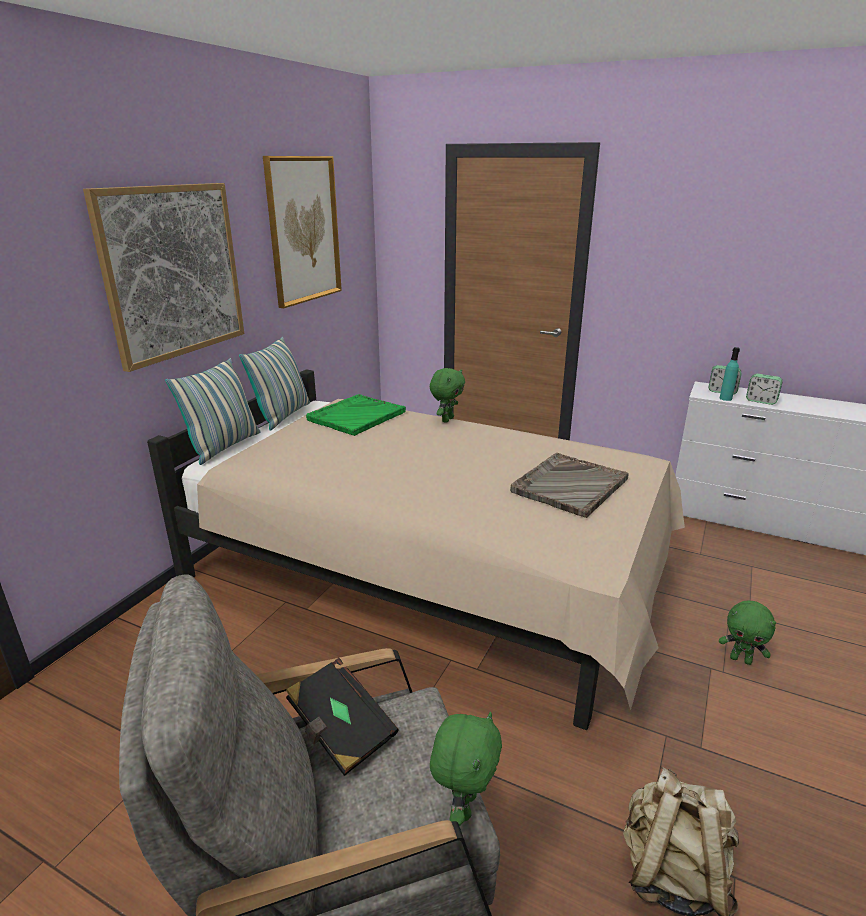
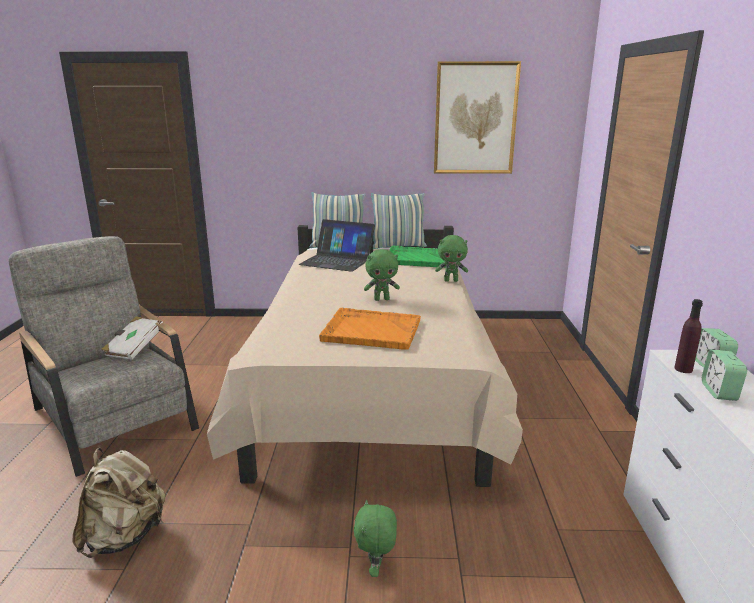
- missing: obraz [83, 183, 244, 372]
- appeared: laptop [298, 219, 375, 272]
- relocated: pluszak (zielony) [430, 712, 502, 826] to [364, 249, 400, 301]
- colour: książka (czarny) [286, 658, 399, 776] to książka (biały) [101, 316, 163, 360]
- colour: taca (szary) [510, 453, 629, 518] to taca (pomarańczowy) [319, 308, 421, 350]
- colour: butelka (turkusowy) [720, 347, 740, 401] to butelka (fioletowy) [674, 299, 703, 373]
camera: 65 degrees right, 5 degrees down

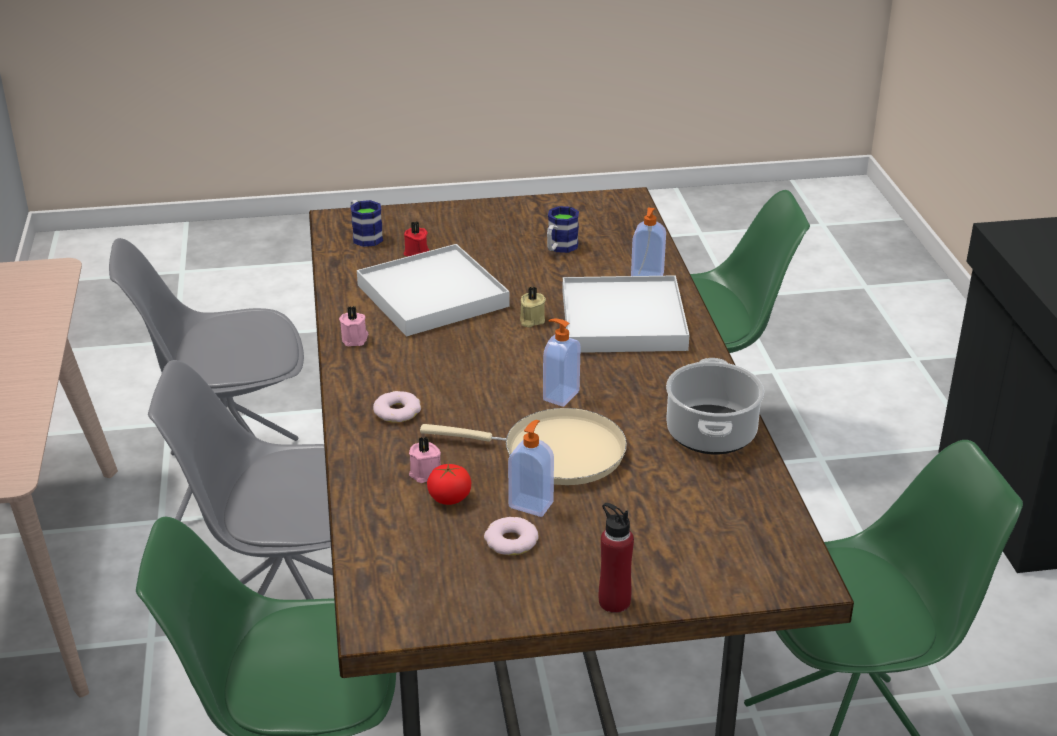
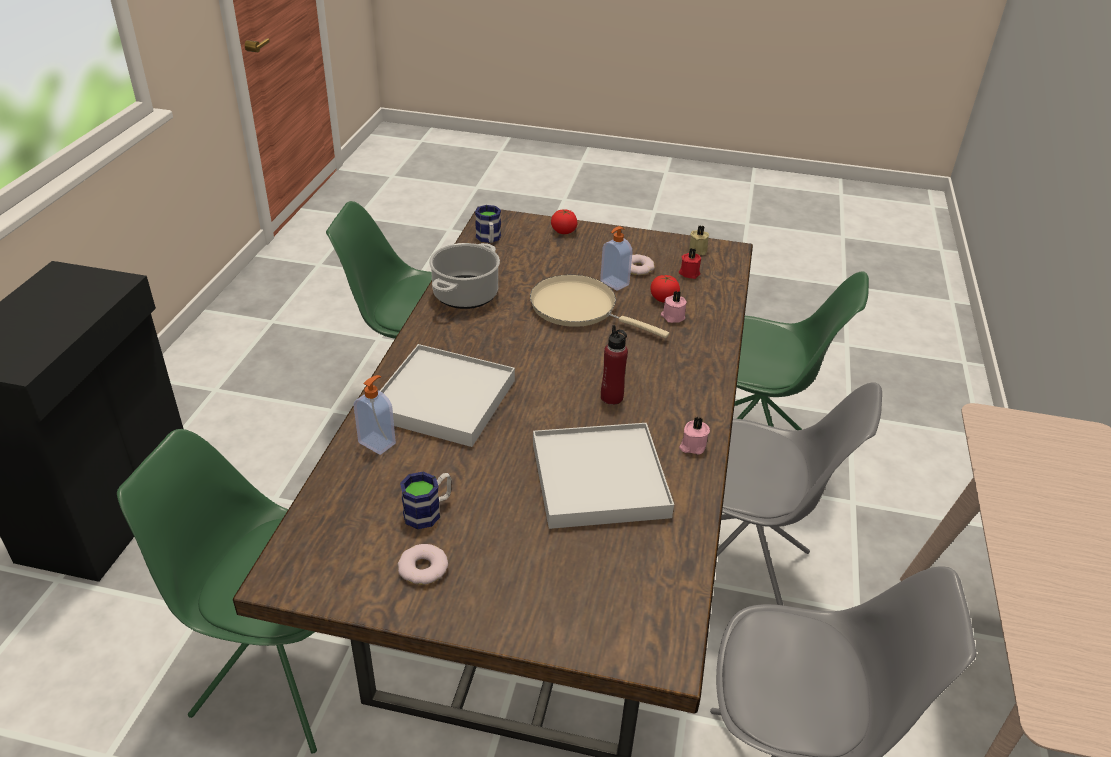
- missing: dozownik mydła [543, 318, 581, 407]
- appeared: pomidor [551, 209, 577, 234]
- relocated: kubek [350, 200, 383, 247] to [475, 205, 501, 243]
- relocated: donut [373, 391, 421, 422] to [398, 544, 448, 585]
- relocated: świeca (czerwony) [404, 221, 429, 256] to [679, 248, 701, 279]
- relocated: świeca (beżowy) [520, 287, 546, 327] to [689, 226, 709, 255]
- relocated: butelka (czerwony) [599, 503, 634, 613] to [601, 325, 628, 405]
camera: 160 degrees left, 5 degrees up

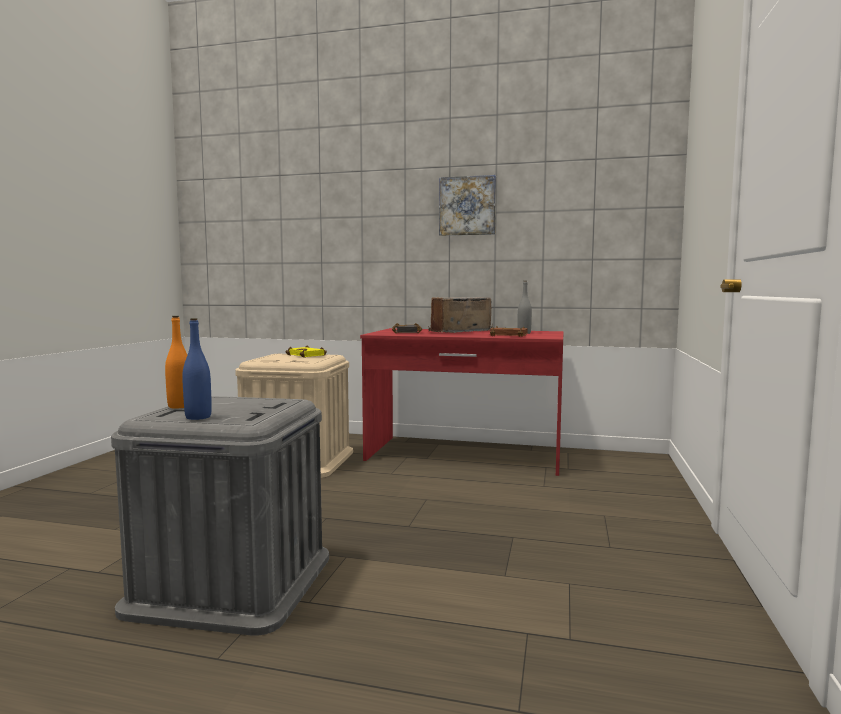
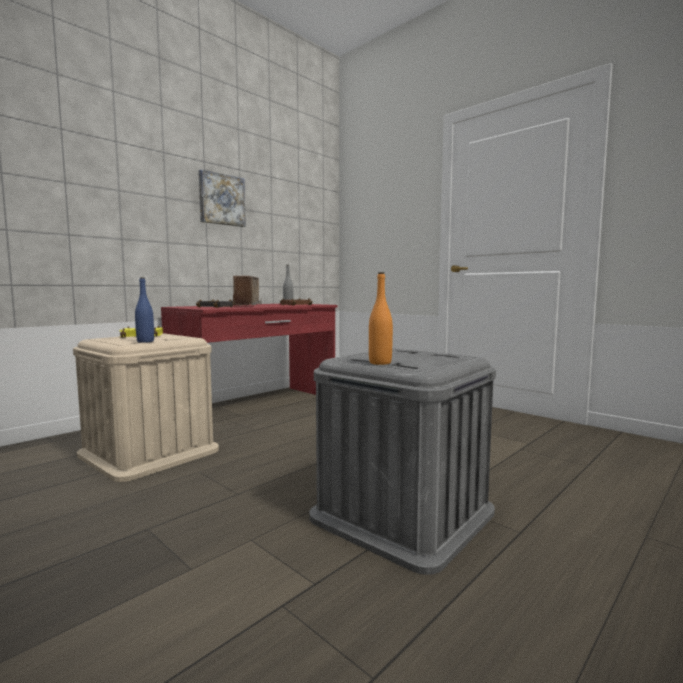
- relocated: butelka (niebieski) [182, 318, 212, 420] to [135, 277, 154, 343]
camera: 60 degrees left, 0 degrees up

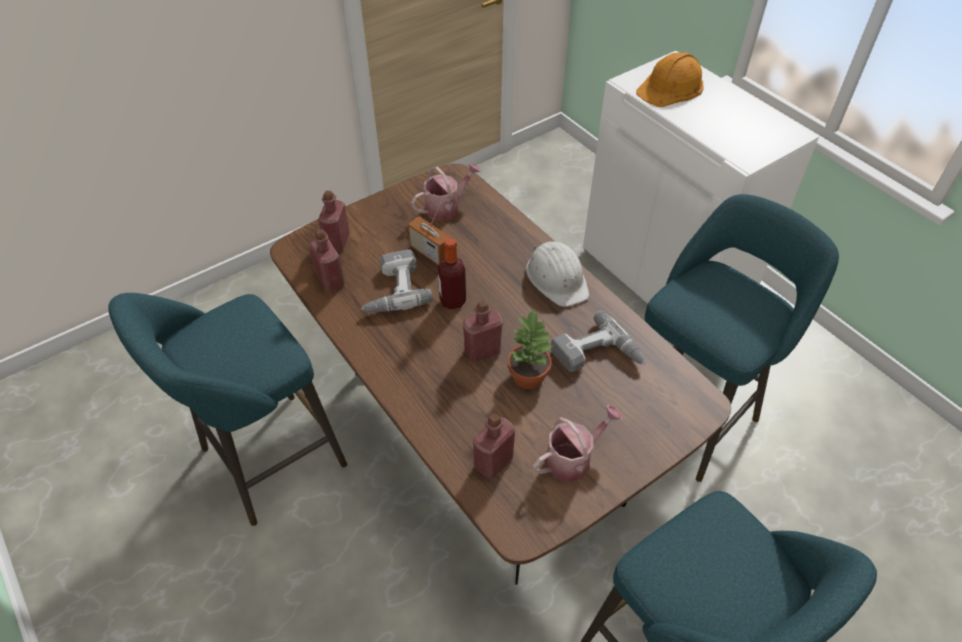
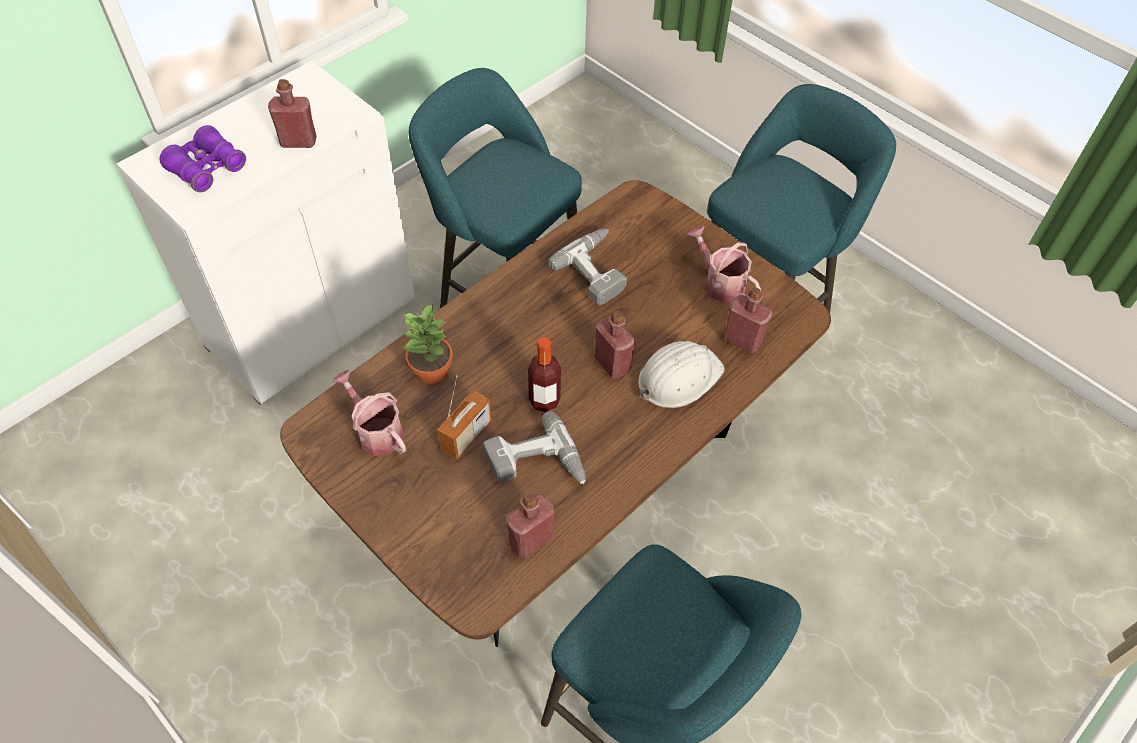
- relocated: butelka (czerwony) [318, 191, 350, 252] to [268, 79, 317, 148]
- relocated: roślina doniczkowa [507, 309, 554, 389] to [402, 304, 453, 384]
- relocated: kask (biały) [526, 242, 589, 307] to [638, 341, 725, 408]
- exchanged: kask (pomarańczowy) [636, 52, 704, 107] to lornetka (fioletowy) [160, 125, 246, 192]
camera: 100 degrees left, 5 degrees up

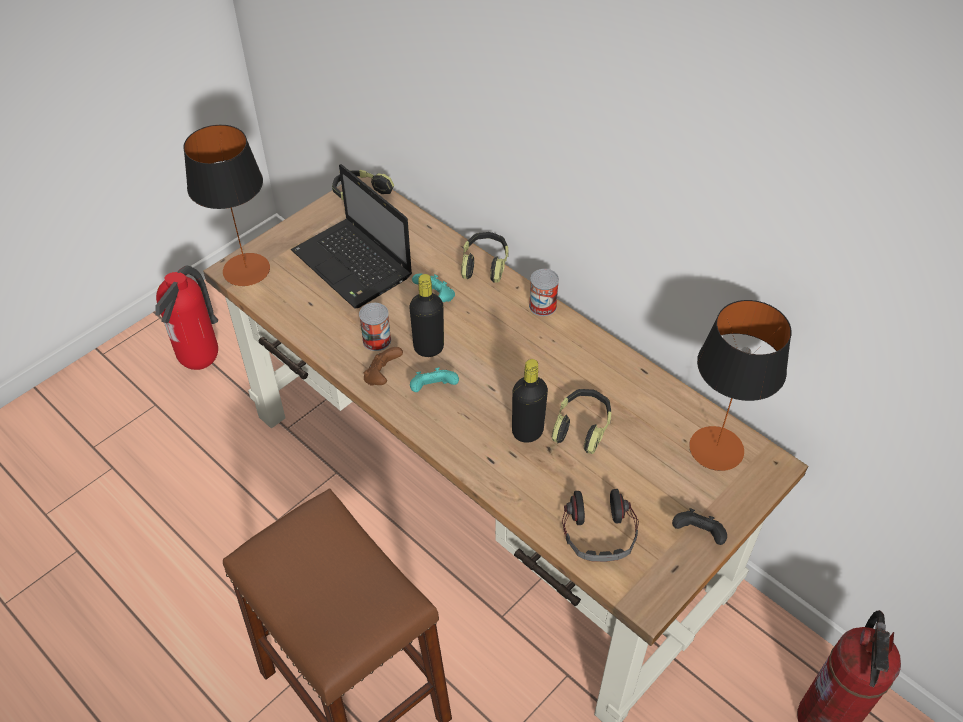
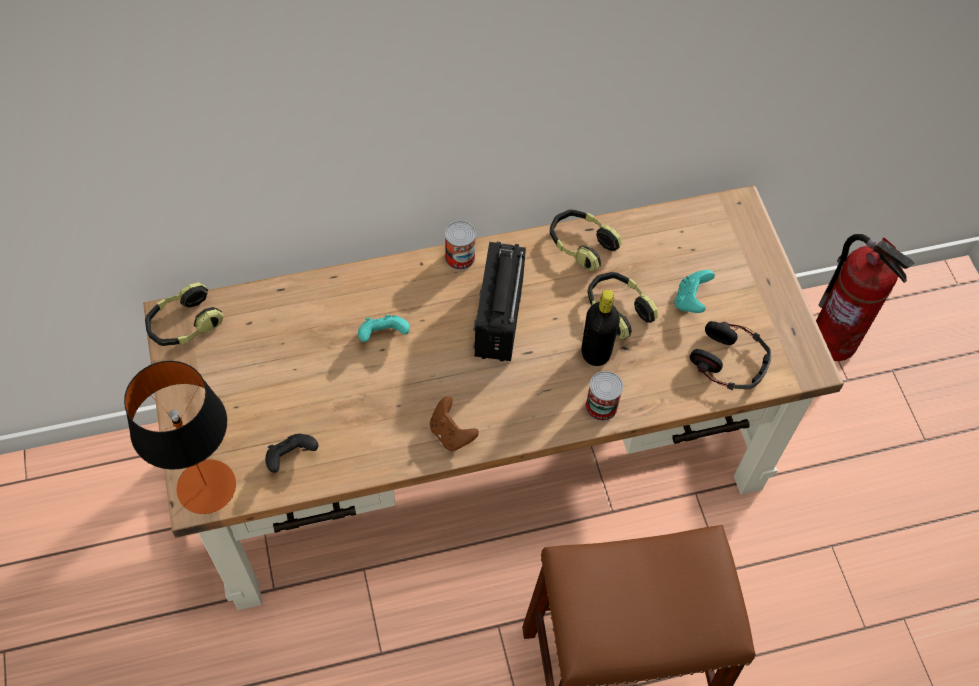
- missing: gaśnica [155, 265, 218, 370]
- missing: laptop [291, 164, 412, 308]
- missing: butelka (czarny) [409, 274, 444, 357]
- missing: lampa stołowa [689, 300, 791, 471]
- appeared: radio [473, 242, 526, 362]
- relocated: puszka [359, 303, 391, 351] to [585, 371, 623, 421]
- relocated: pad do gier (turkusowy) [410, 368, 459, 392] to [675, 270, 715, 313]
- relocated: słuchawki [461, 232, 509, 283] to [550, 209, 622, 271]
- relocated: pad do gier (czarny) [672, 508, 727, 545] to [265, 434, 318, 473]
camera: 60 degrees left, 10 degrees up

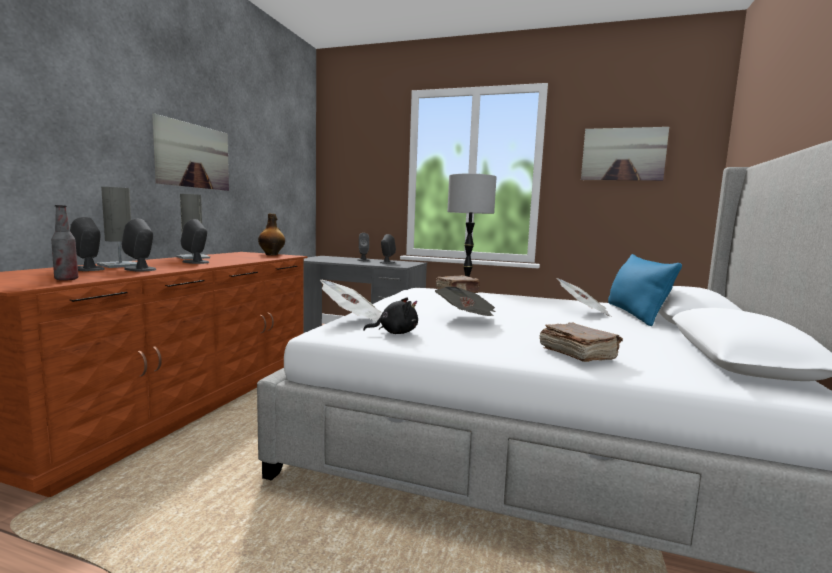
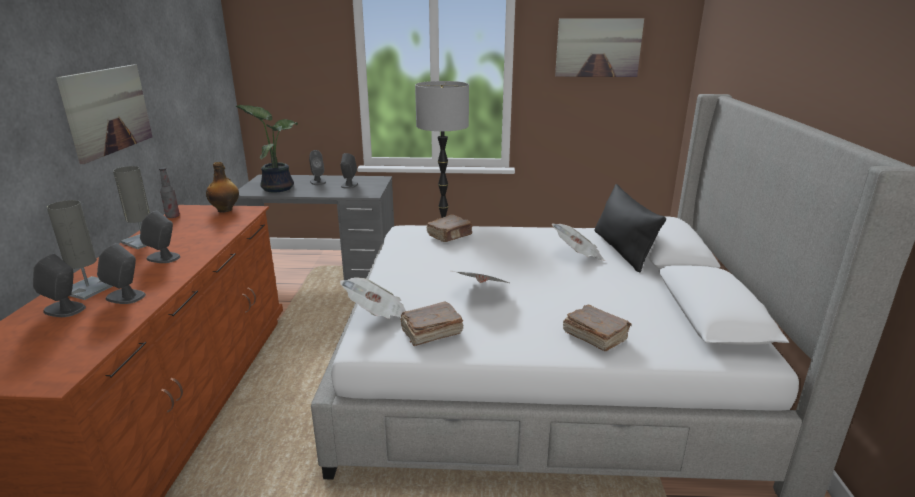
- appeared: roślina doniczkowa [235, 105, 298, 192]
- relocated: butelka [51, 205, 78, 281] to [159, 168, 180, 218]
- exchanged: pluszak (czarny) [363, 297, 418, 334] to książka (brązowy) [400, 302, 463, 346]
- colour: poduszka (niebieski) [608, 254, 682, 326] to poduszka (czarny) [594, 184, 666, 273]
camera: 15 degrees left, 15 degrees up

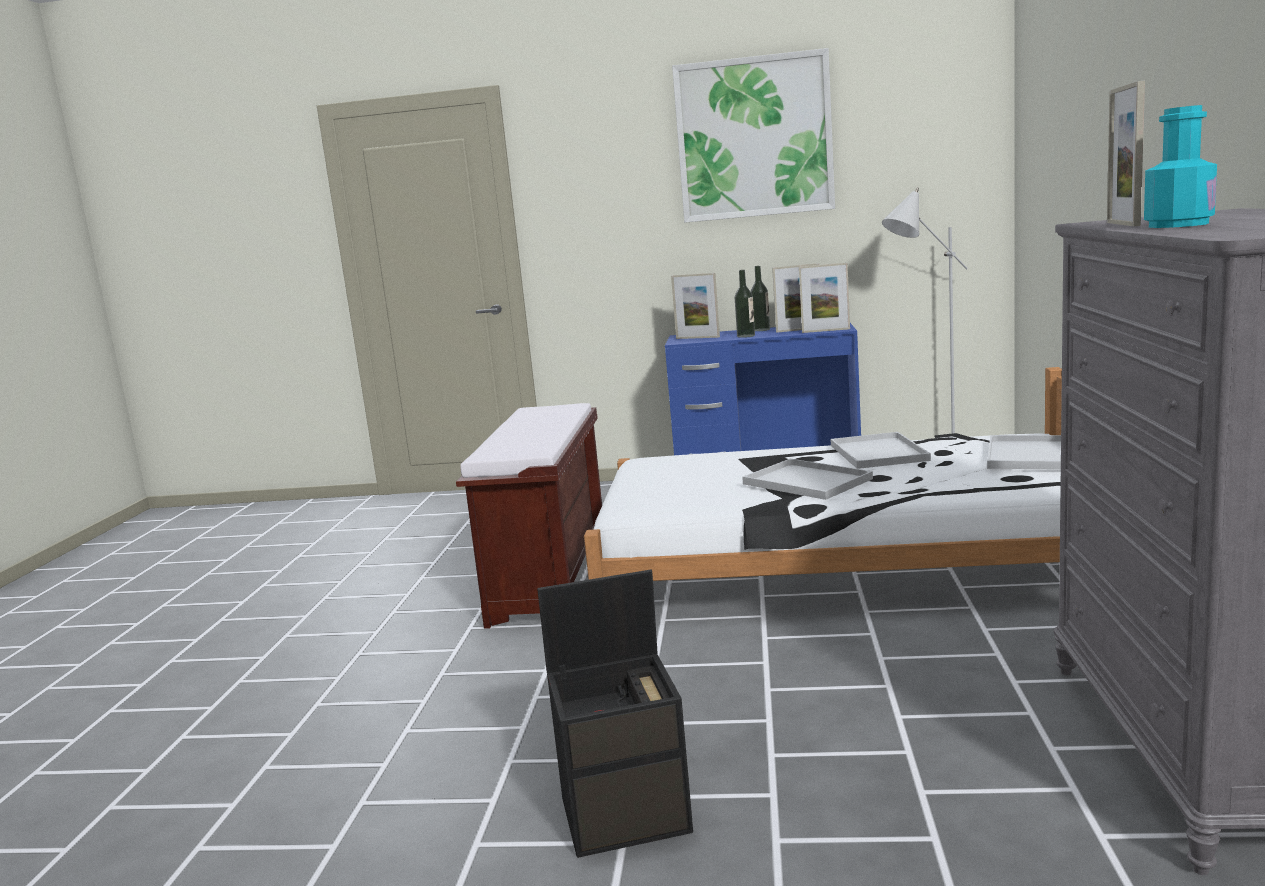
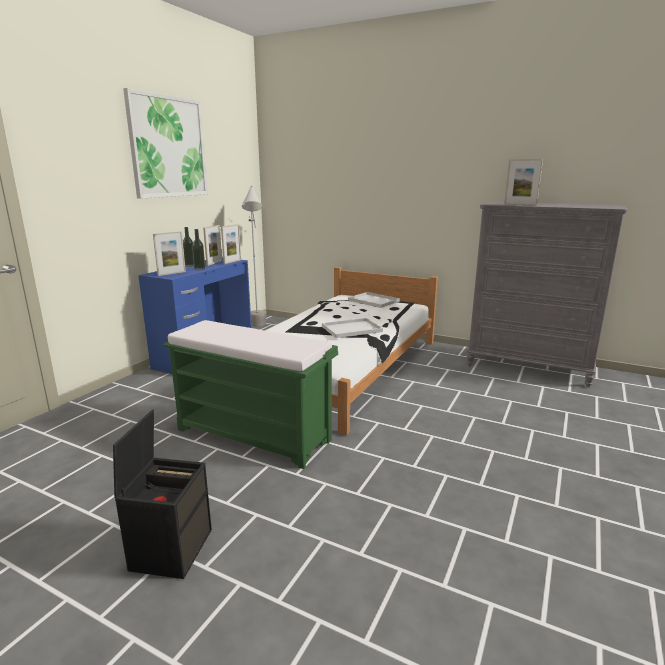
- missing: taca (biały) [830, 432, 931, 469]
- missing: butelka (turkusowy) [1144, 105, 1217, 228]
- relocated: pojemnik do przechowywania (czarny) [537, 569, 693, 858] to [113, 409, 212, 579]
- colour: ławka (brązowy) [456, 403, 602, 629] to ławka (zielony) [163, 320, 338, 469]
camera: 70 degrees left, 5 degrees up

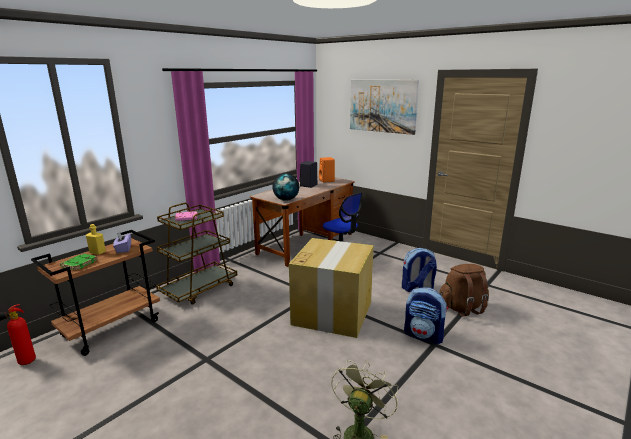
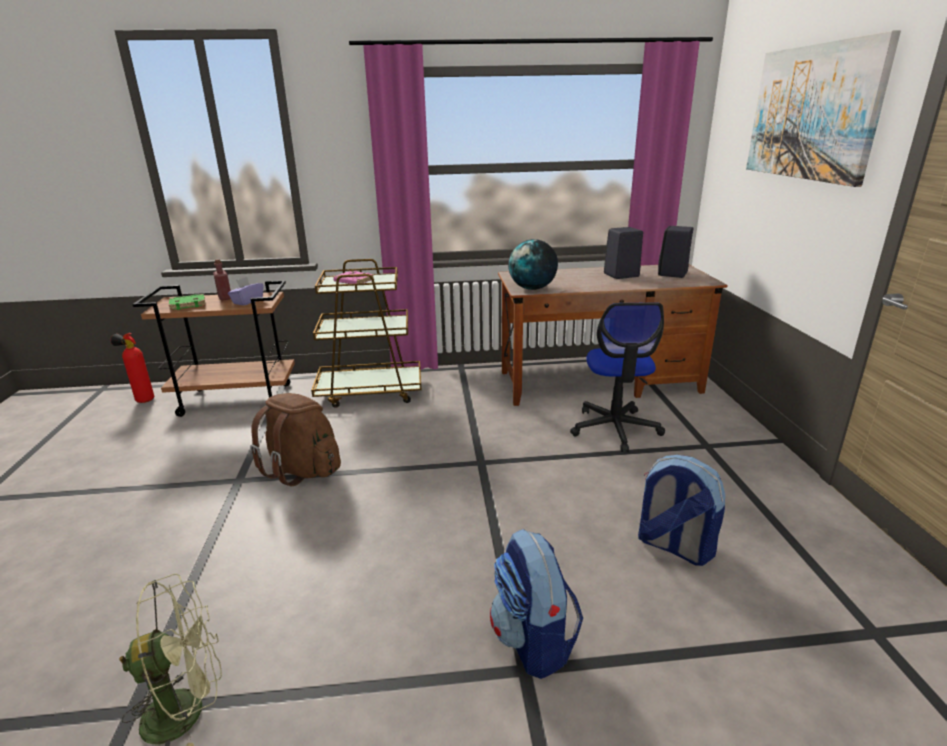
- missing: karton [289, 238, 374, 338]
- relocated: plecak (brązowy) [439, 264, 489, 316] to [250, 393, 341, 486]
- colour: butelka (żółty) [86, 224, 106, 255] to butelka (czerwony) [213, 259, 231, 301]
- colour: głośnik (pomarańczowy) [319, 157, 335, 183] to głośnik (czarny) [658, 226, 693, 278]
camera: 45 degrees right, 5 degrees up

